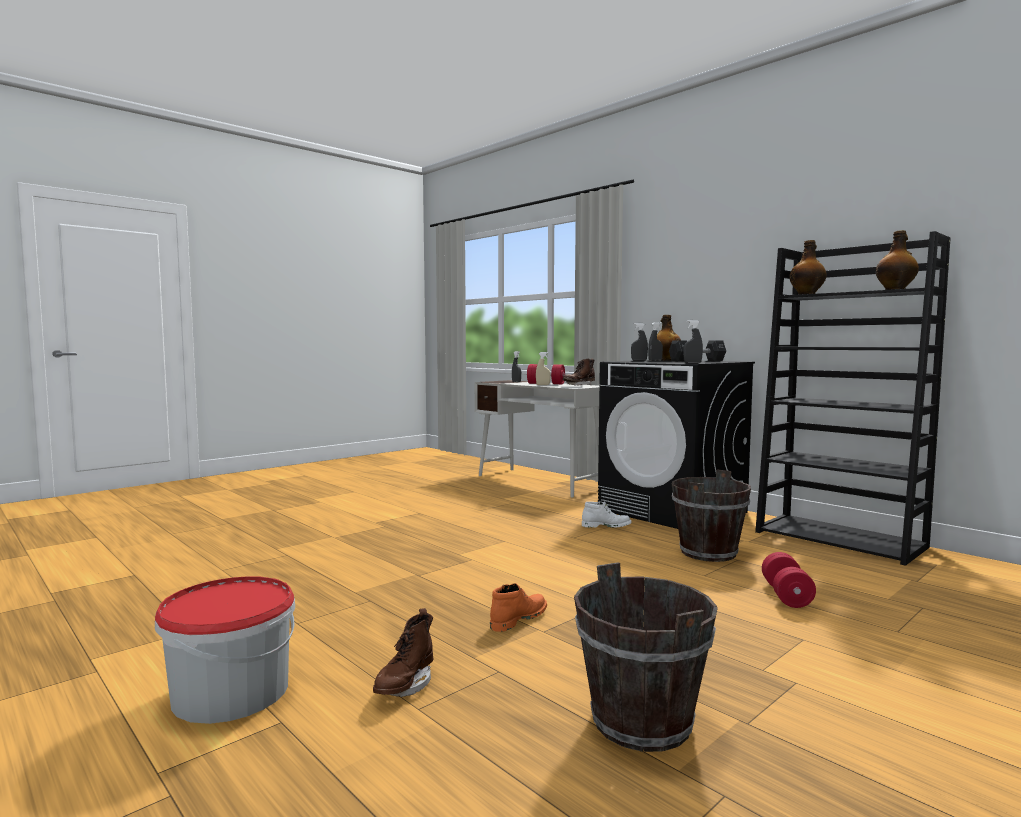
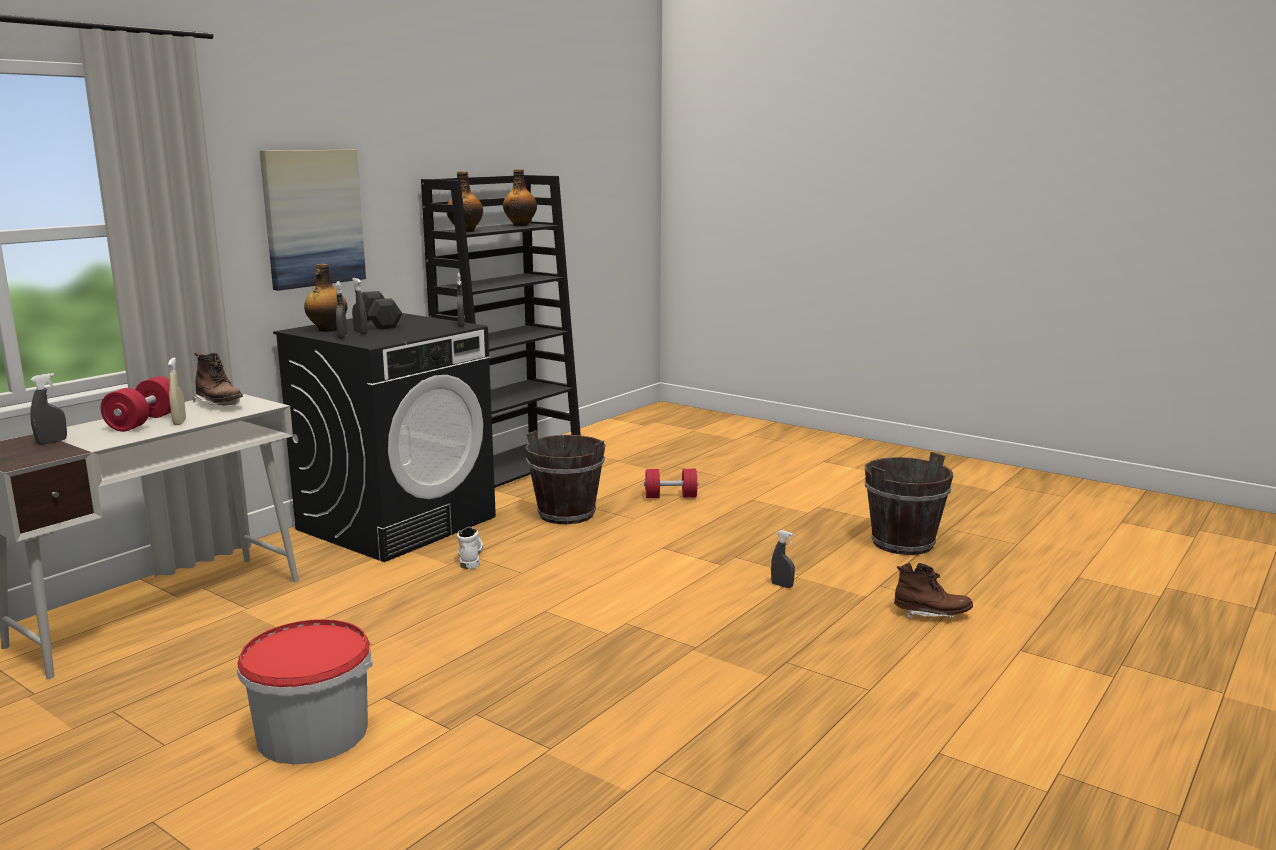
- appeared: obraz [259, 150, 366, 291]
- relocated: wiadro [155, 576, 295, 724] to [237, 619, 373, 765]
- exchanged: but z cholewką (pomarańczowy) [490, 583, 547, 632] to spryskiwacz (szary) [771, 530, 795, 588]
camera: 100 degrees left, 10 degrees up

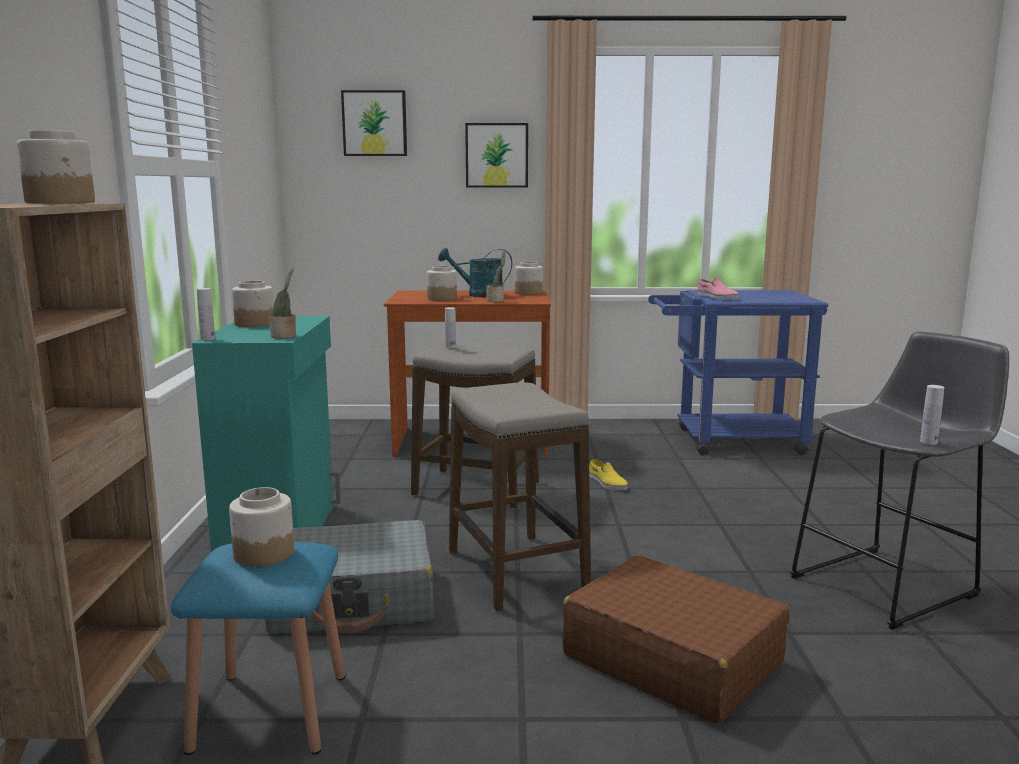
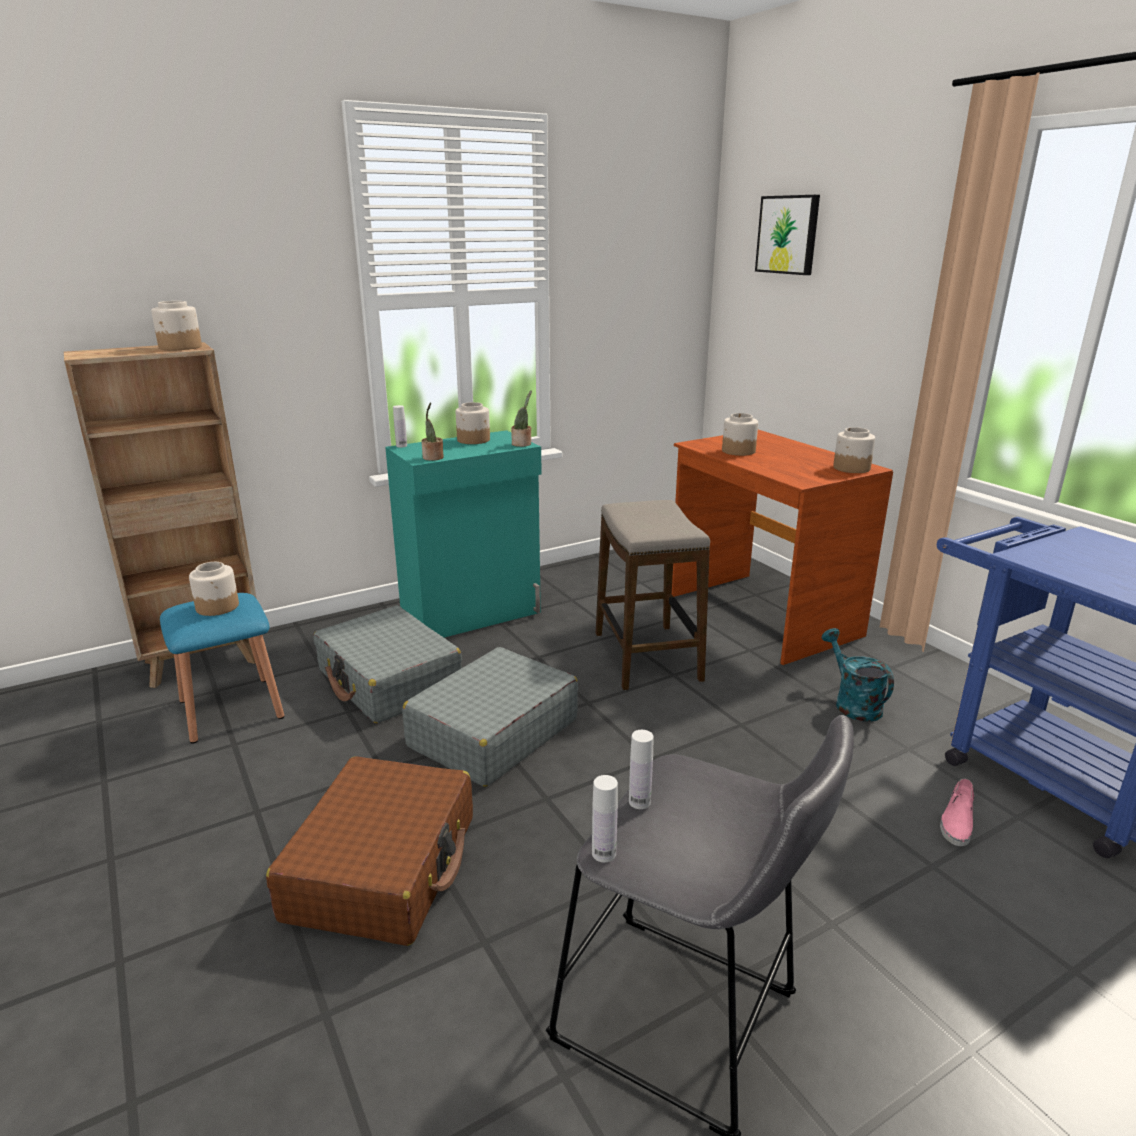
- missing: obraz [465, 123, 528, 187]
- missing: but (żółty) [589, 459, 628, 490]
- relocated: konewka (turkusowy) [438, 248, 512, 297] to [821, 628, 894, 722]
- relocated: butelka (biały) [445, 307, 456, 348] to [629, 730, 654, 809]
- relocated: roślina doniczkowa [486, 251, 506, 302] to [511, 390, 532, 447]
- relocated: but (różowy) [697, 278, 739, 299] to [940, 779, 974, 846]
- exchanged: stołek [449, 382, 591, 611] to walizka (szary) [403, 647, 578, 787]
camera: 60 degrees right, 10 degrees up

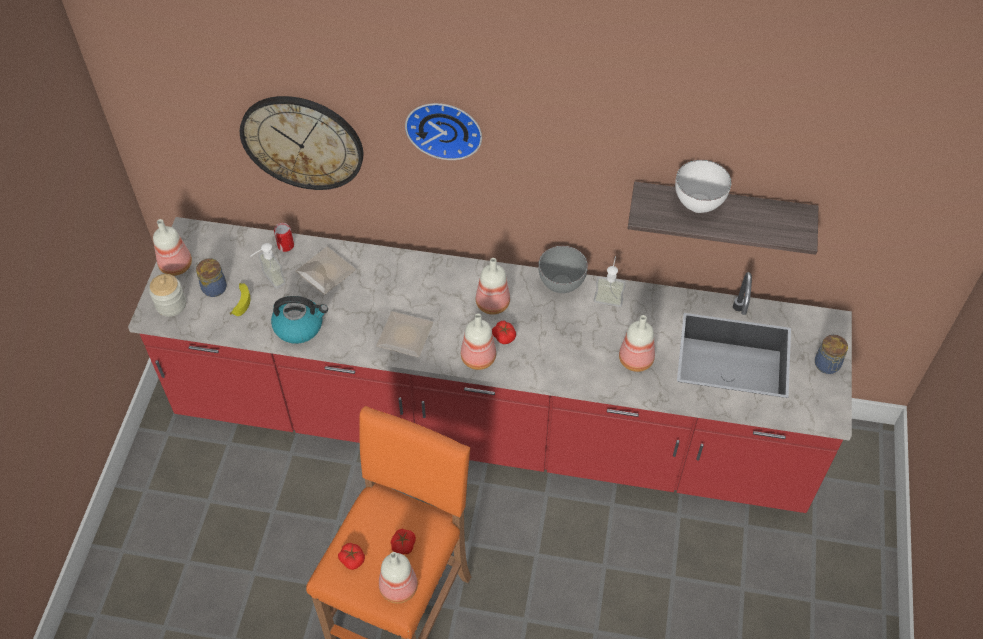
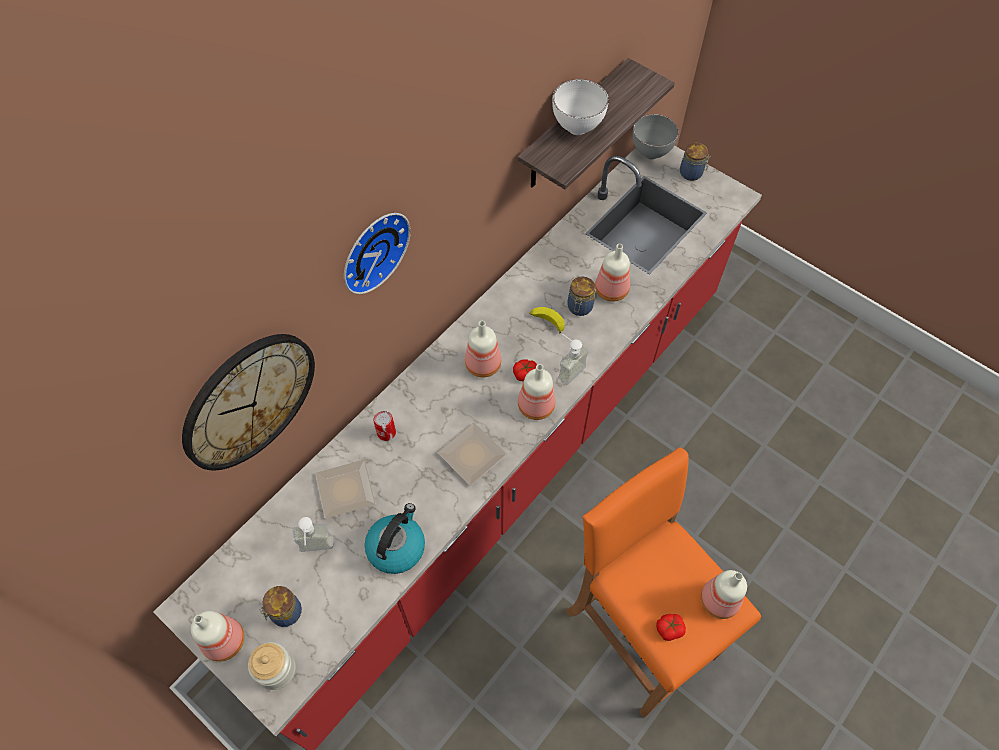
- missing: pomidor [391, 529, 416, 554]
- appeared: słoik [567, 276, 595, 316]
- relocated: banan [230, 283, 250, 316] to [529, 307, 565, 334]
- relocated: puszka [274, 223, 294, 252] to [373, 411, 396, 441]
- relocated: miska (szary) [538, 246, 588, 293] to [632, 114, 679, 159]
- relocated: dozownik mydła [594, 256, 626, 307] to [558, 333, 589, 385]
camera: 60 degrees left, 5 degrees up

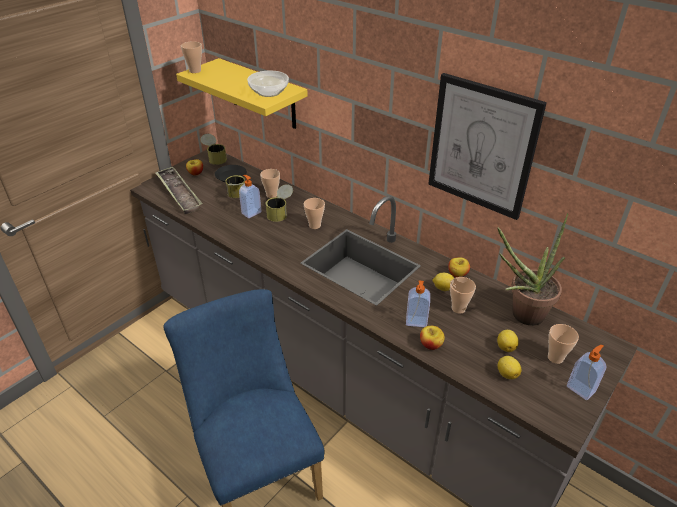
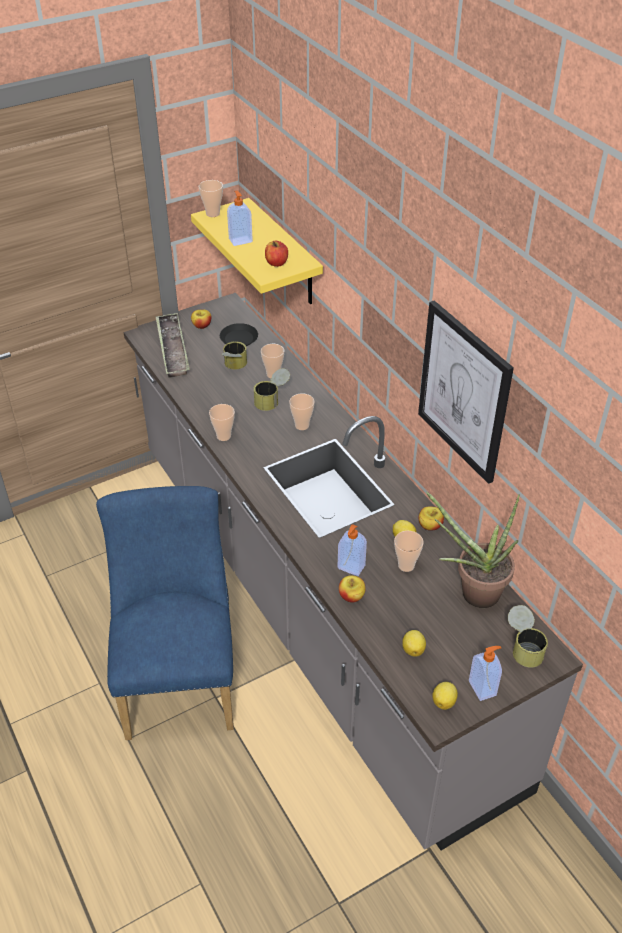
- relocated: puszka [200, 134, 227, 165] to [508, 605, 548, 668]
- relocated: dozownik mydła [239, 175, 262, 218] to [227, 191, 253, 246]
- relocated: cytryna [497, 330, 519, 352] to [432, 682, 458, 710]
- relocated: filiżanka [548, 324, 579, 364] to [209, 404, 235, 441]
- exchanged: miska [247, 71, 289, 97] to jabłko [265, 241, 288, 267]
camera: 20 degrees right, 5 degrees up

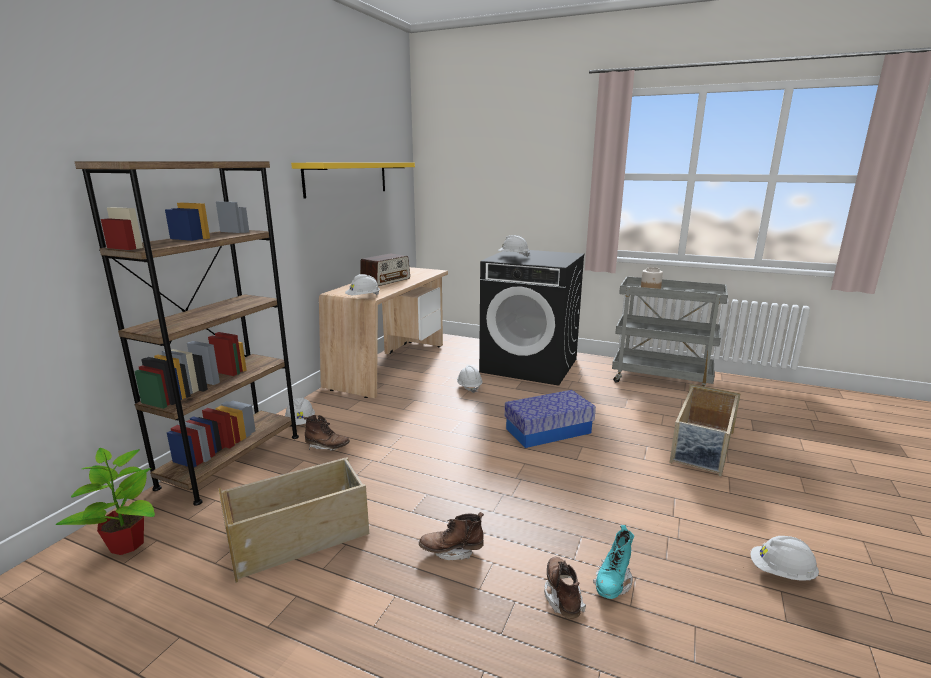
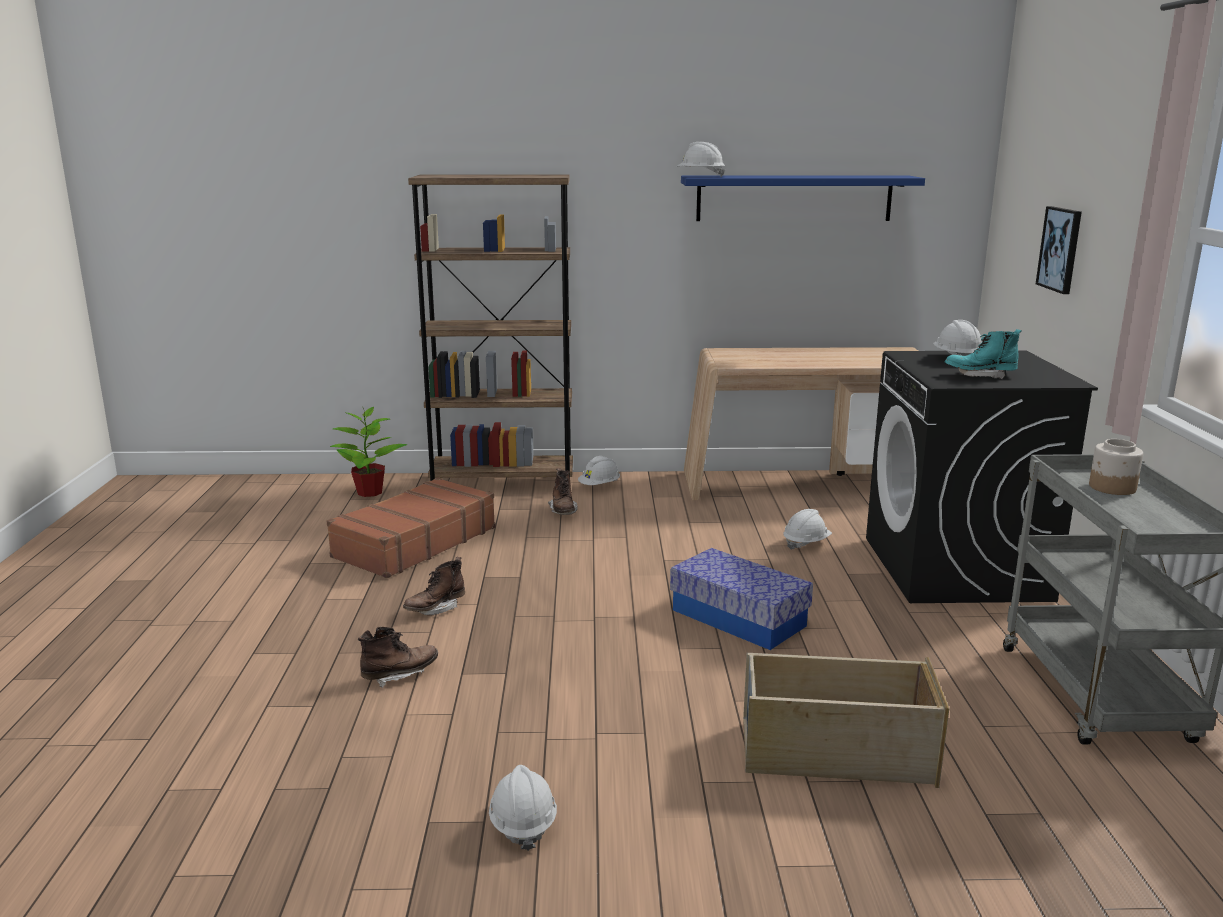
- missing: radio [360, 254, 410, 286]
- appeared: obraz [1036, 206, 1082, 294]
- relocated: kask (biały) [345, 274, 380, 295] to [676, 142, 725, 177]
- relocated: but z cholewką (turkusowy) [593, 525, 634, 599] to [945, 329, 1022, 379]
- exchanged: pojemnik do przechowywania (beżowy) [218, 457, 369, 583] to walizka (brązowy) [327, 477, 496, 578]
- colour: półka (żółty) [291, 162, 415, 199] to półka (niebieski) [681, 175, 925, 221]
- spun: but z cholewką (brązowy) [419, 512, 484, 560] = [403, 557, 465, 615] 105 degrees counterclockwise
camera: 65 degrees right, 0 degrees up

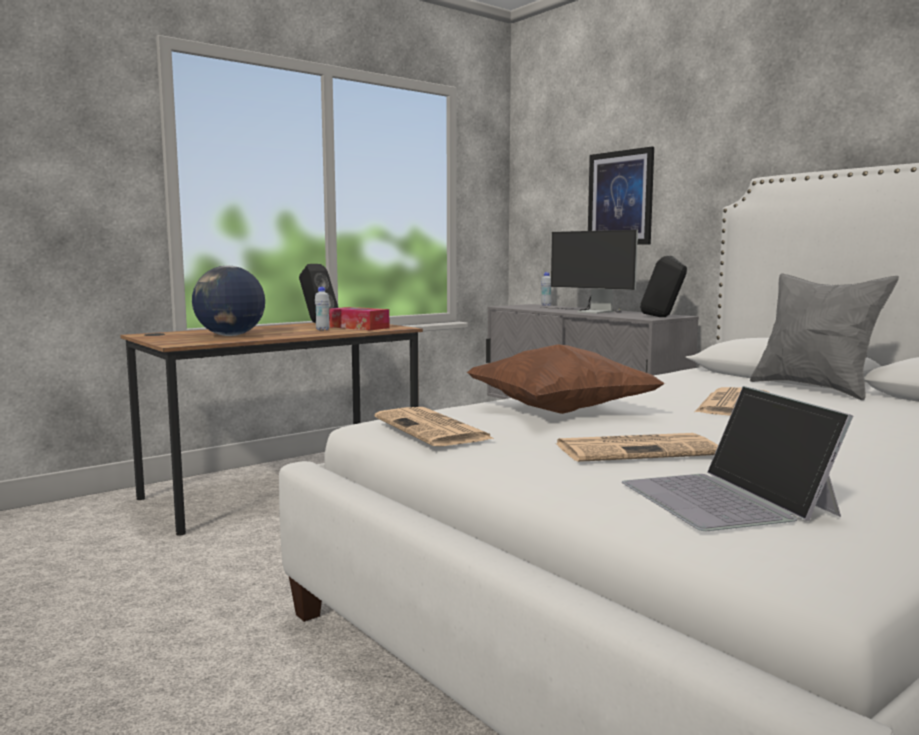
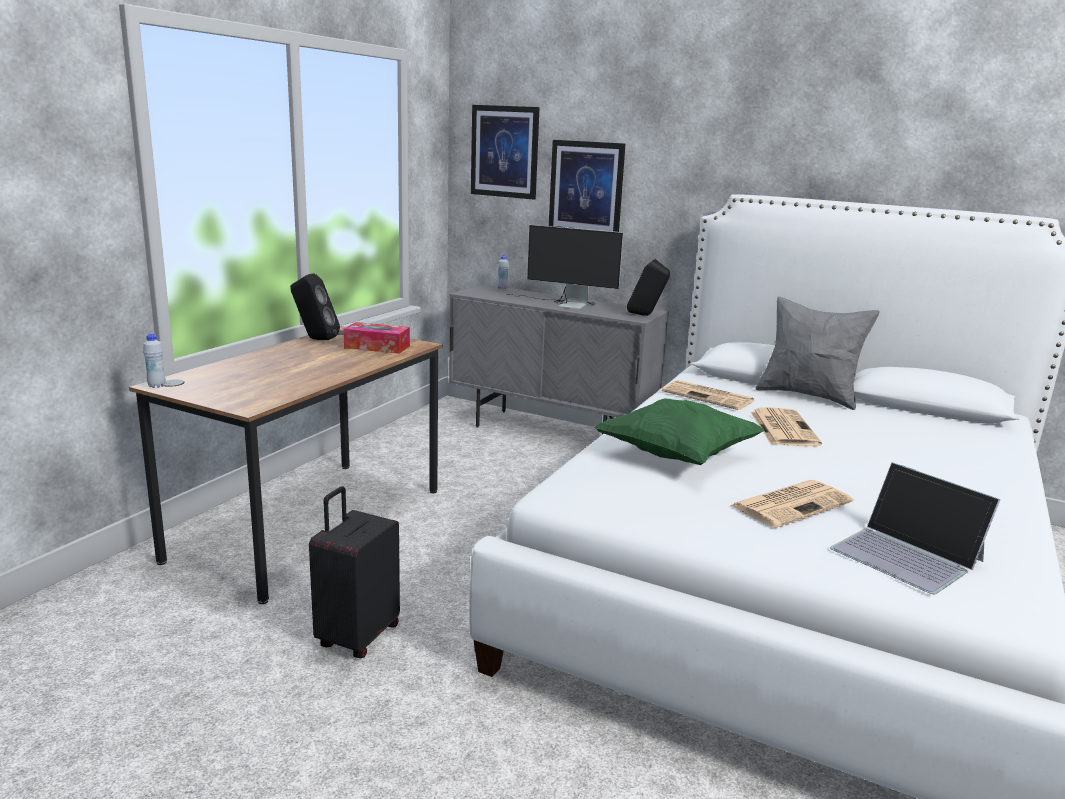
- missing: globus [192, 265, 265, 336]
- appeared: walizka (czarny) [309, 486, 400, 658]
- appeared: obraz [471, 105, 540, 200]
- relocated: butelka (biały) [315, 287, 330, 330] to [143, 334, 166, 388]
- relocated: gazeta [375, 407, 495, 446] to [662, 380, 754, 410]
- colour: poduszka (brązowy) [466, 344, 665, 414] to poduszka (zielony) [594, 399, 765, 465]
camera: 25 degrees left, 10 degrees up

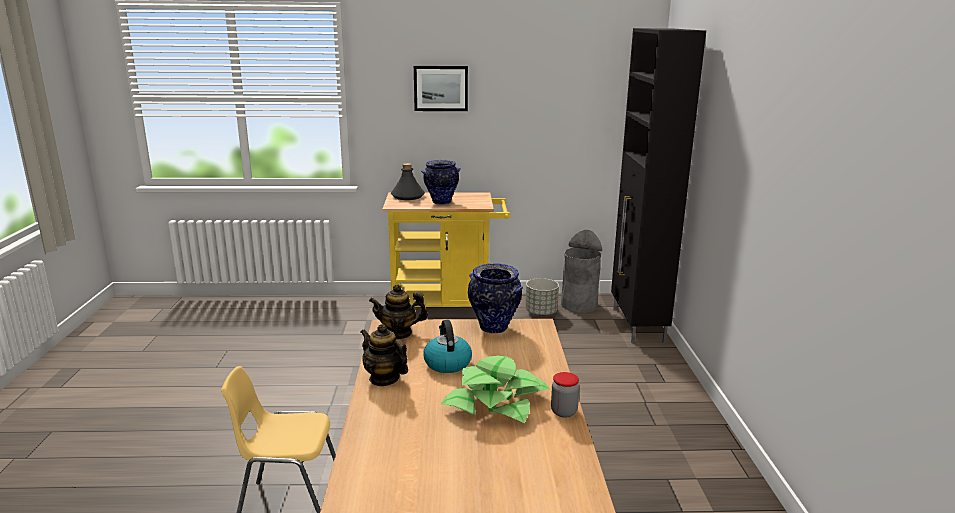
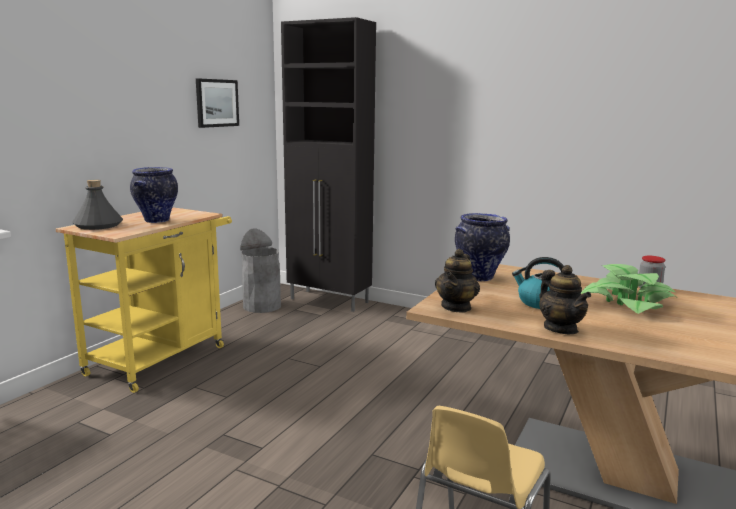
- missing: donica (szary) [525, 278, 559, 316]
- relocated: obraz [414, 66, 468, 111] to [196, 78, 239, 128]
- spun: imbryk [360, 324, 408, 386] = [539, 265, 591, 334] 90 degrees counterclockwise
camera: 60 degrees left, 5 degrees down

